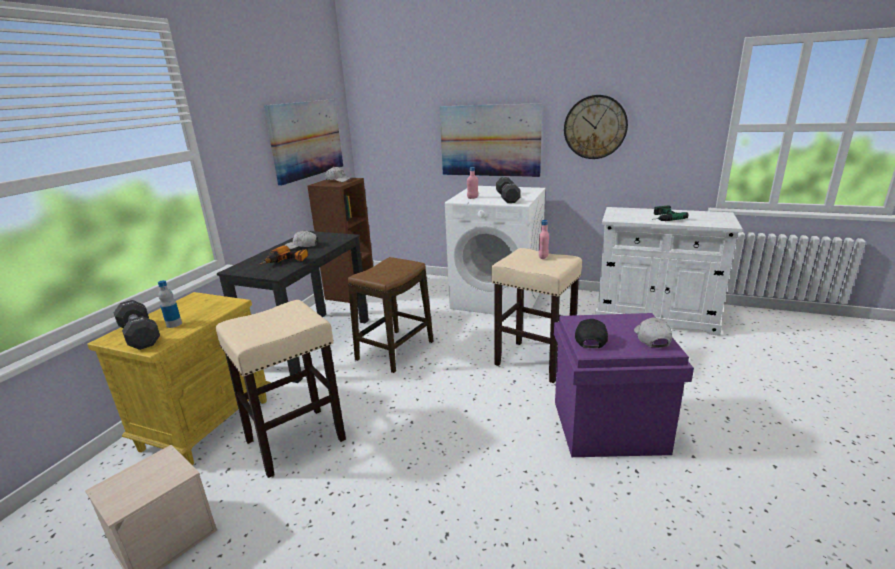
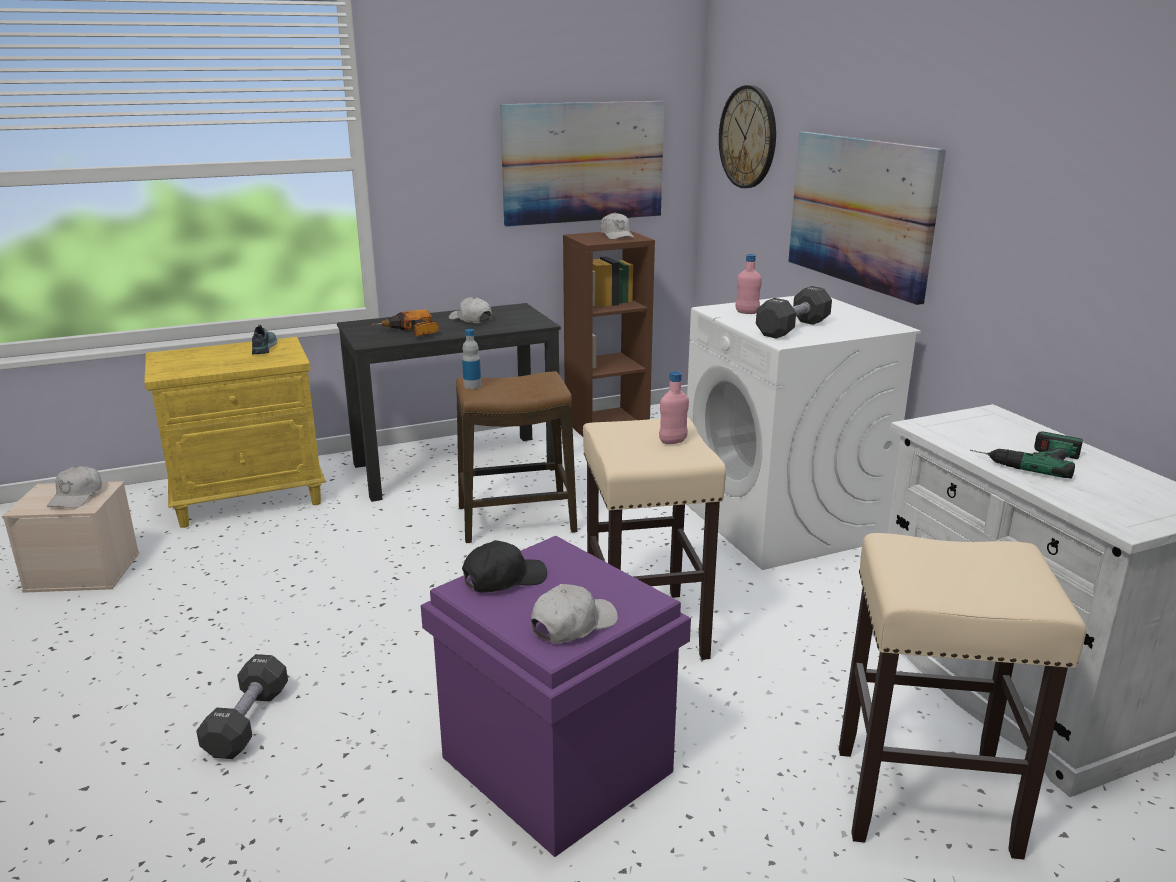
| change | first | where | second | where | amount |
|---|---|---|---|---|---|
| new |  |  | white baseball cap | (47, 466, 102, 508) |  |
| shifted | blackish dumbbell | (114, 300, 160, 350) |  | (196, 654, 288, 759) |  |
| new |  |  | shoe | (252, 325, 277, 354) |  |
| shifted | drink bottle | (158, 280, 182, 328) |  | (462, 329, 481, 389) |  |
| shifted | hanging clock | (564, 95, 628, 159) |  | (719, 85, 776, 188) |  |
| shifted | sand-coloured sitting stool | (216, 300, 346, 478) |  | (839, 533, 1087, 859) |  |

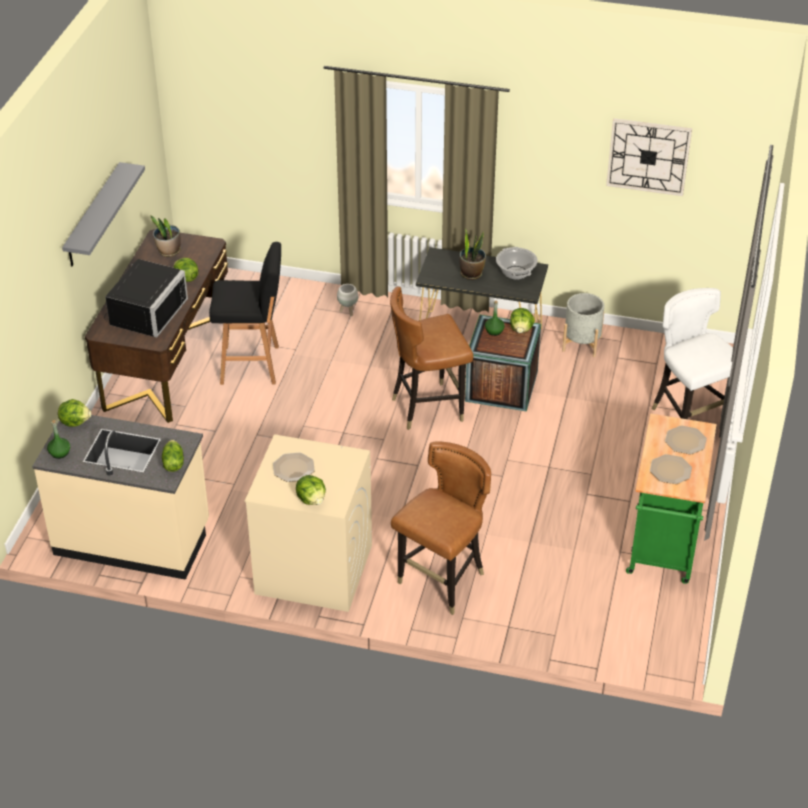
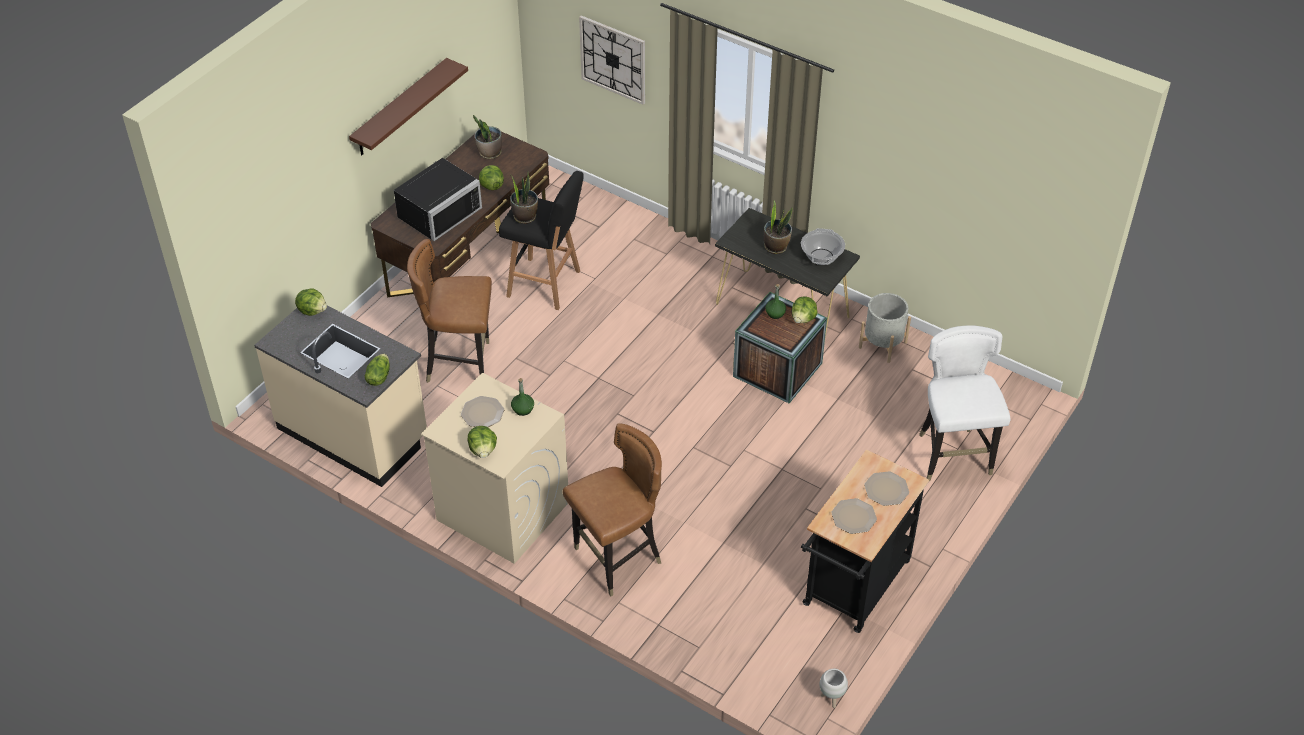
| change | first | where | second | where | amount |
|---|---|---|---|---|---|
| repainted | grey shelf | (62, 162, 145, 266) | brown shelf | (349, 58, 468, 155) |  |
| shifted | brown plain chair | (390, 287, 473, 430) |  | (407, 239, 492, 383) |  |
| new |  |  | potted plant | (510, 172, 538, 224) |  |
| shifted | greenish drink bottle | (47, 420, 70, 459) |  | (511, 378, 534, 416) |  |
| shifted | hanging clock | (606, 118, 692, 196) |  | (579, 16, 645, 105) |  |
| repainted | greenish cart | (626, 414, 717, 584) | blackish cart | (801, 449, 929, 633) |  |
| shifted | white planter | (337, 284, 358, 316) |  | (820, 669, 848, 708) |  |

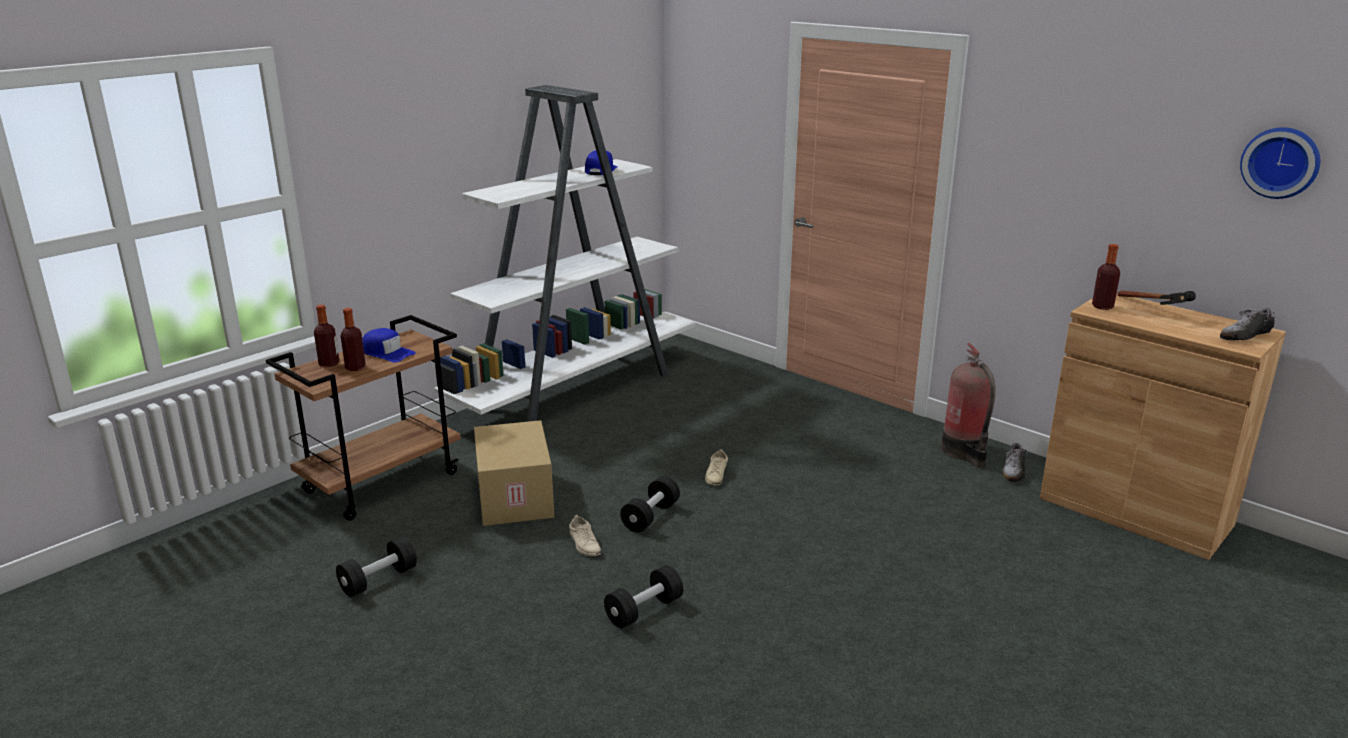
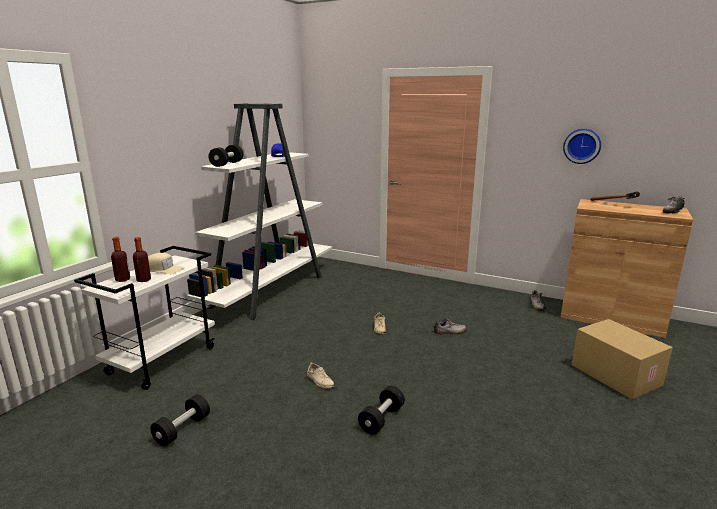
| change | first | where | second | where | amount |
|---|---|---|---|---|---|
| repainted | brown cart | (266, 315, 461, 521) | white cart | (74, 246, 215, 390) |  |
| repainted | blue baseball cap | (362, 328, 416, 363) | sand-coloured baseball cap | (148, 253, 184, 274) |  |
| shifted | blackish dumbbell | (620, 476, 680, 532) |  | (209, 145, 243, 167) |  |
| new |  |  | shoe | (433, 318, 467, 334) |  |
| shifted | hanging clock | (1240, 127, 1320, 199) |  | (563, 129, 601, 164) |  |
| shifted | carton | (474, 420, 554, 526) |  | (572, 319, 673, 399) |  |
| gone | fire extinguisher | (941, 343, 996, 468) |  |  |  |
| gone | drink bottle | (1092, 244, 1120, 310) |  |  |  |

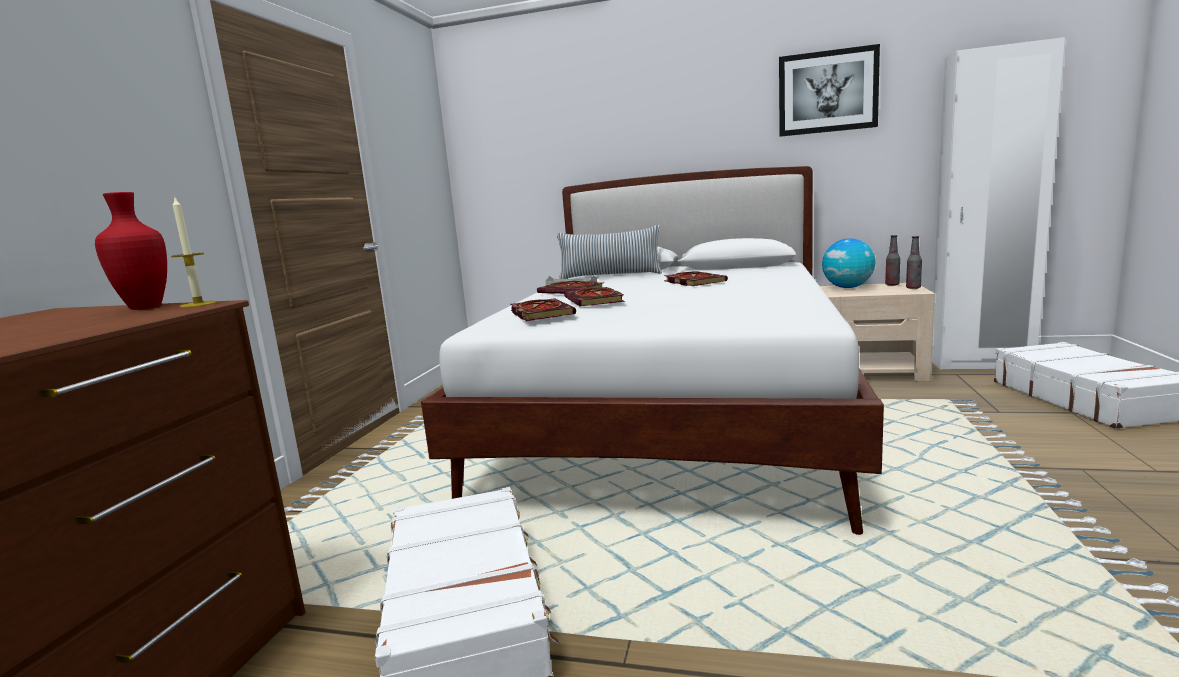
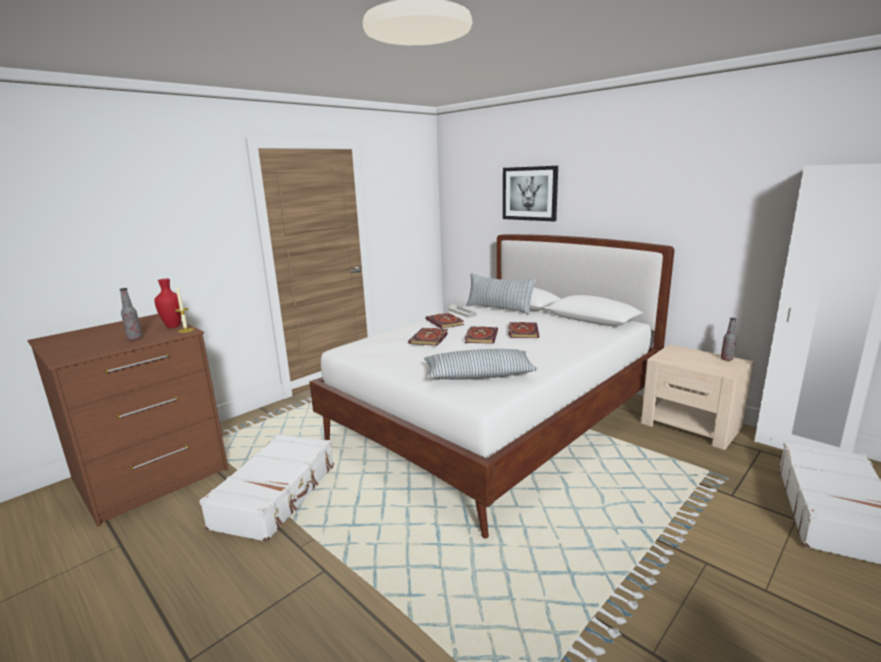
| change | first | where | second | where | amount |
|---|---|---|---|---|---|
| shifted | drink bottle | (906, 236, 922, 289) |  | (119, 288, 143, 341) |  |
| new |  |  | pillow | (424, 349, 538, 380) |  |
| shifted | bound book | (510, 298, 576, 321) |  | (465, 326, 498, 344) |  |
| shifted | wall picture | (779, 44, 880, 137) |  | (503, 166, 558, 221) |  |
| gone | globe | (822, 238, 876, 288) |  |  |  |

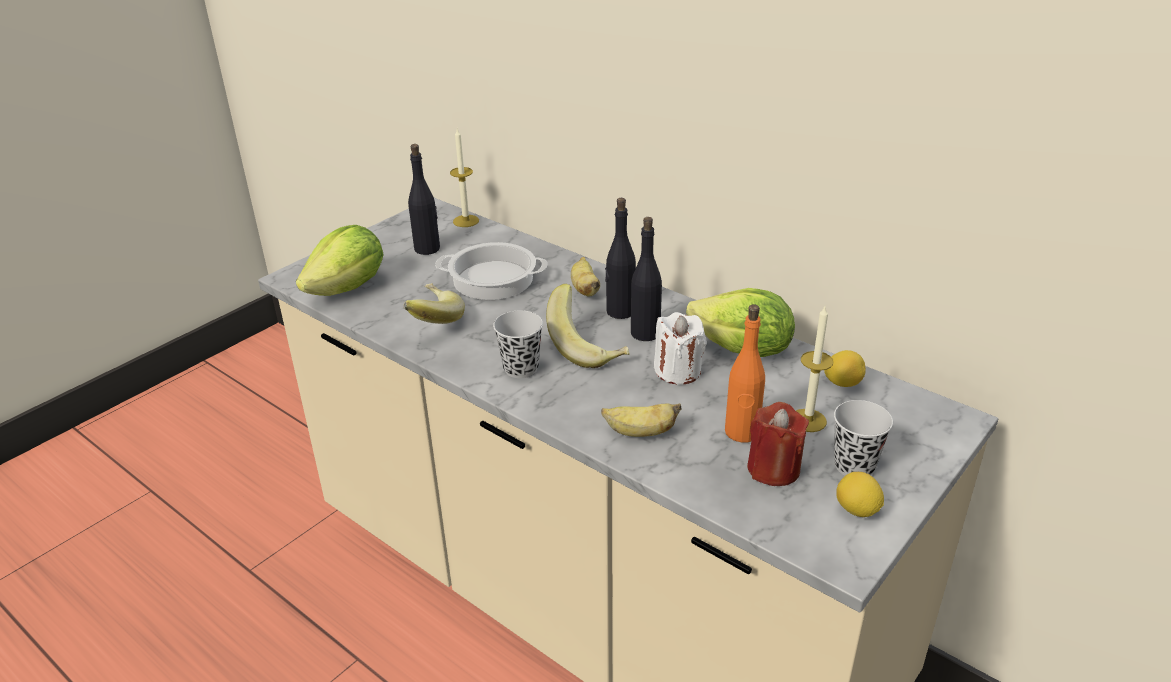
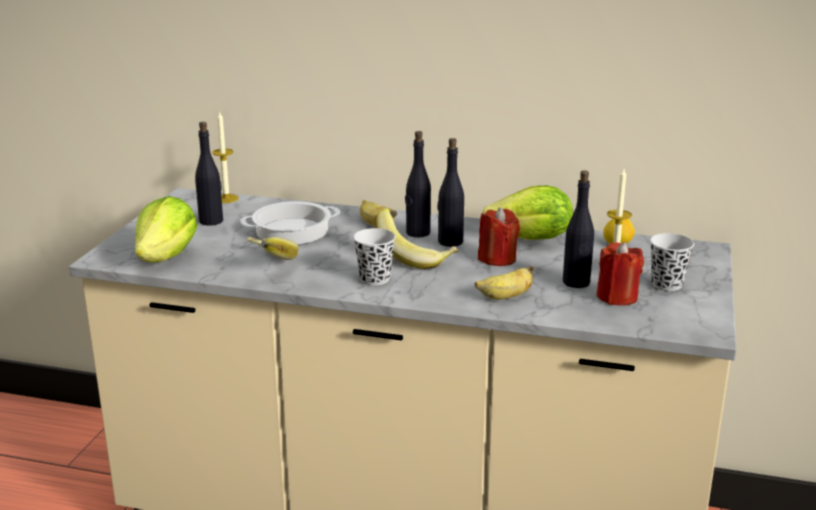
| change | first | where | second | where | amount |
|---|---|---|---|---|---|
| repainted | white wax light | (654, 312, 707, 385) | red wax light | (478, 208, 520, 266) |  |
| repainted | orange drink bottle | (725, 304, 765, 442) | blackish drink bottle | (563, 170, 594, 288) |  |
| gone | citrus fruit | (836, 472, 884, 517) |  |  |  |

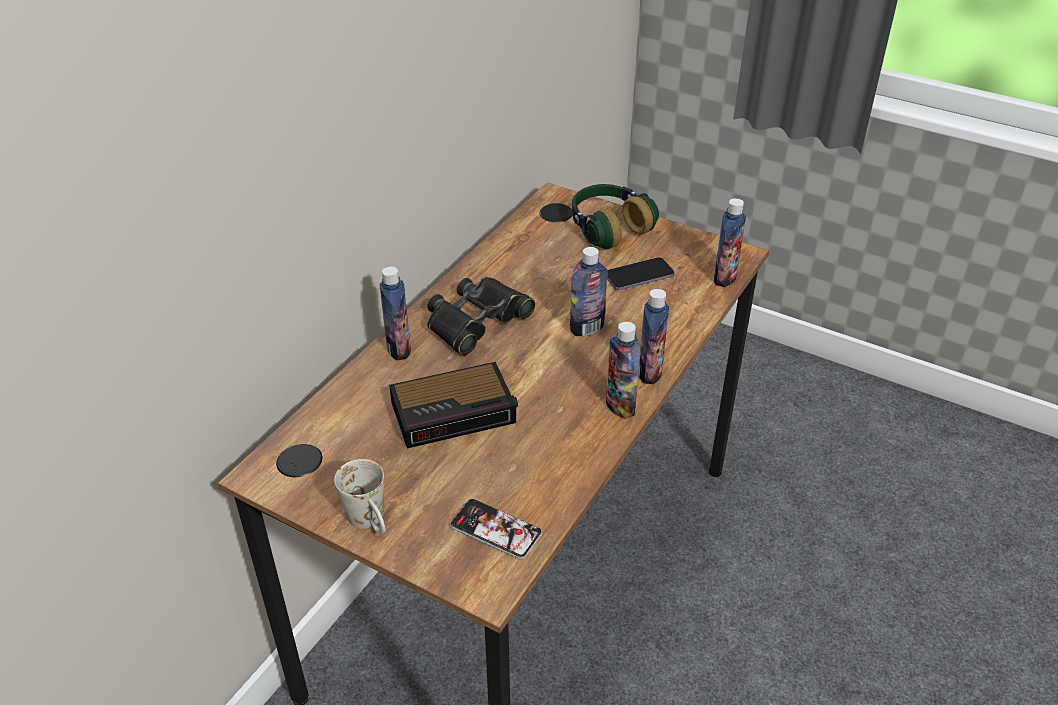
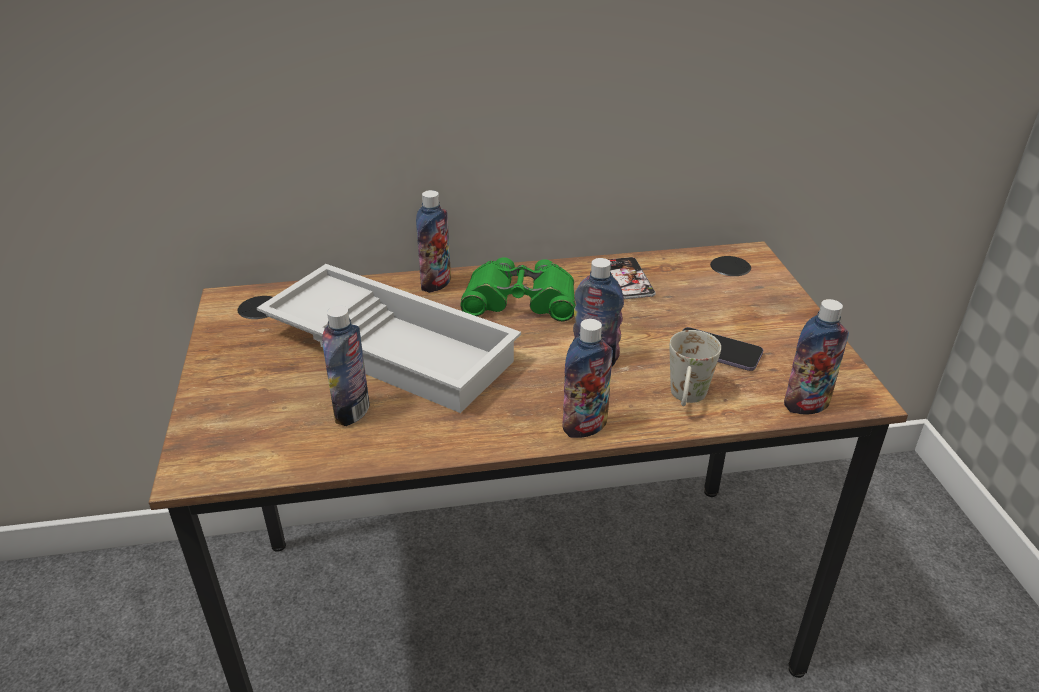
| change | first | where | second | where | amount |
|---|---|---|---|---|---|
| swapped | alarm clock | (389, 362, 518, 448) | white serving tray | (257, 264, 521, 413) |  |
| shifted | drink bottle | (606, 322, 641, 419) |  | (322, 305, 370, 426) |  |
| repainted | blackish field glasses | (427, 277, 535, 356) | greenish field glasses | (460, 257, 576, 322) |  |
| shifted | handset | (450, 499, 542, 559) |  | (608, 257, 656, 299) |  |
| shifted | white tea mug | (334, 459, 385, 534) |  | (669, 330, 721, 406) |  |
| gone | pair of headphones | (572, 184, 659, 249) |  |  |  |

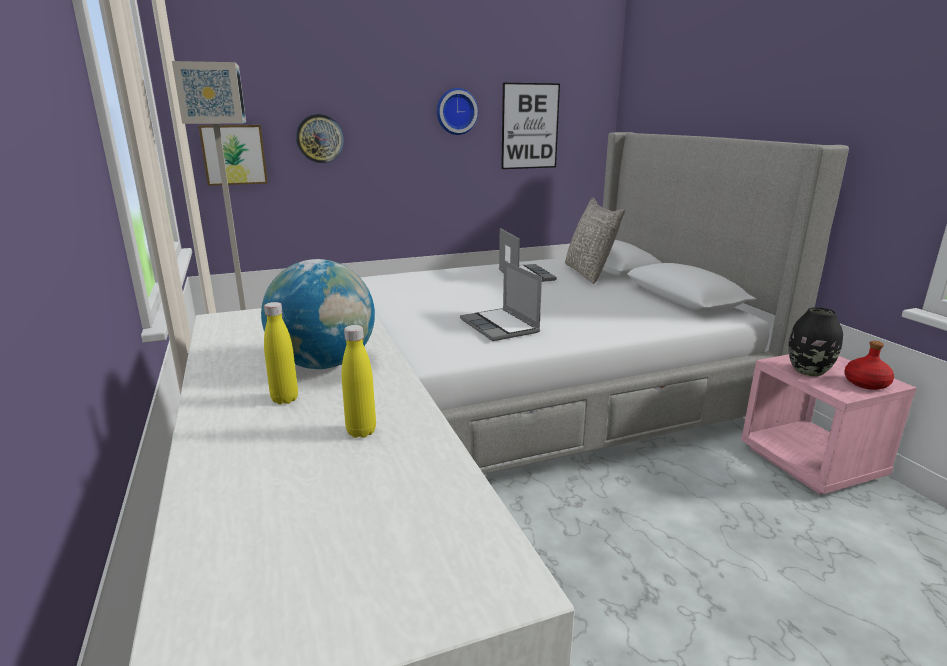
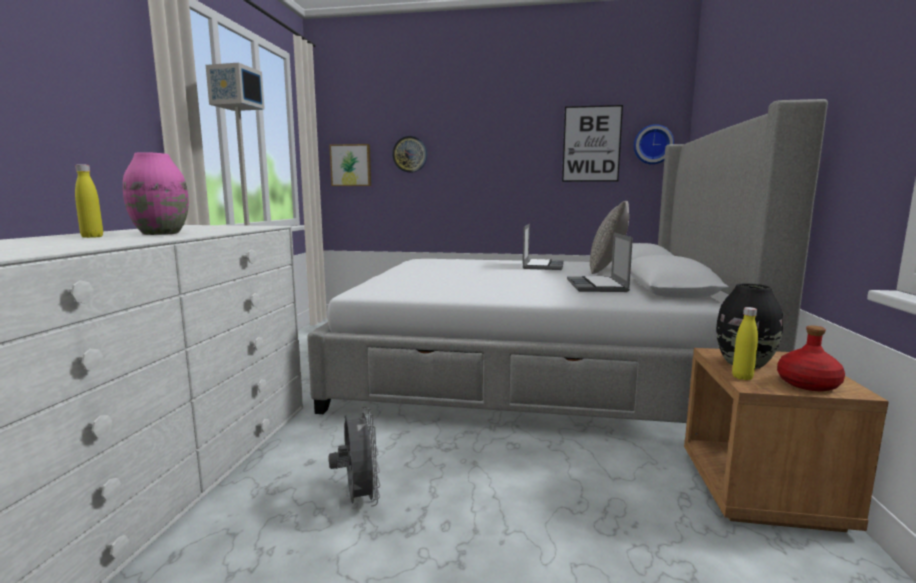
| change | first | where | second | where | amount |
|---|---|---|---|---|---|
| swapped | globe | (261, 259, 375, 369) | pinkish vase | (123, 152, 189, 235) |  |
| new |  |  | grey electric fan | (329, 407, 380, 507) |  |
| shifted | laptop | (460, 261, 542, 341) |  | (567, 232, 633, 292) |  |
| shifted | hanging clock | (437, 88, 478, 135) |  | (634, 124, 674, 164) |  |
| repainted | pinkish nightstand | (741, 354, 917, 495) | brown nightstand | (684, 348, 889, 532) |  |
| shifted | yellow-coloured drink bottle | (342, 325, 376, 438) |  | (732, 307, 758, 380) |  |

